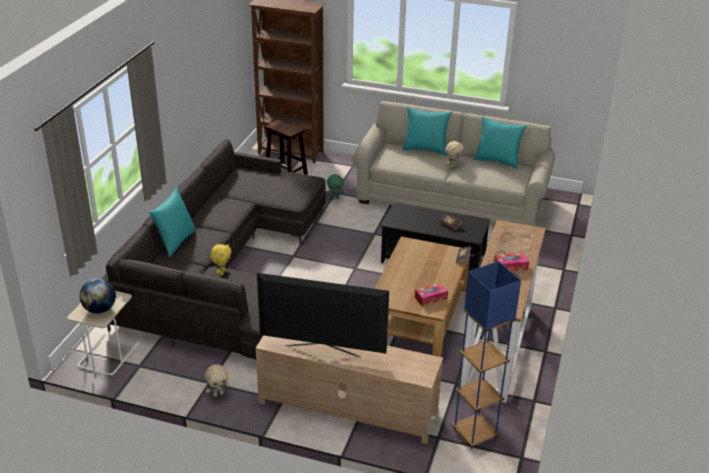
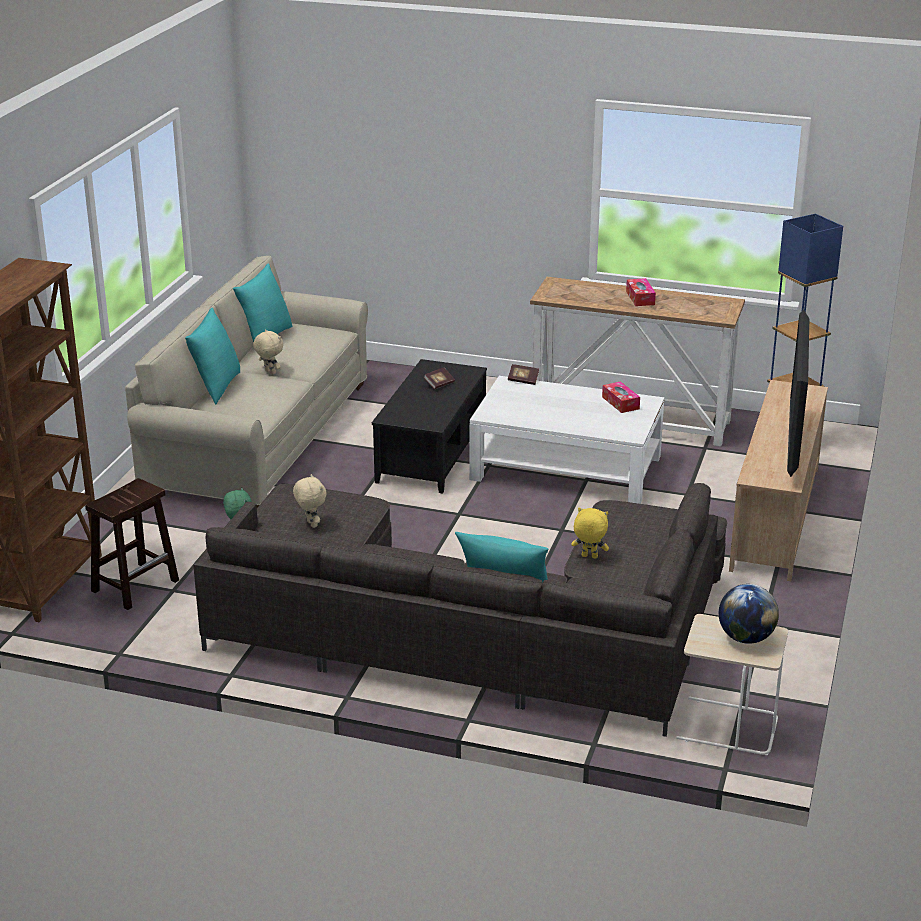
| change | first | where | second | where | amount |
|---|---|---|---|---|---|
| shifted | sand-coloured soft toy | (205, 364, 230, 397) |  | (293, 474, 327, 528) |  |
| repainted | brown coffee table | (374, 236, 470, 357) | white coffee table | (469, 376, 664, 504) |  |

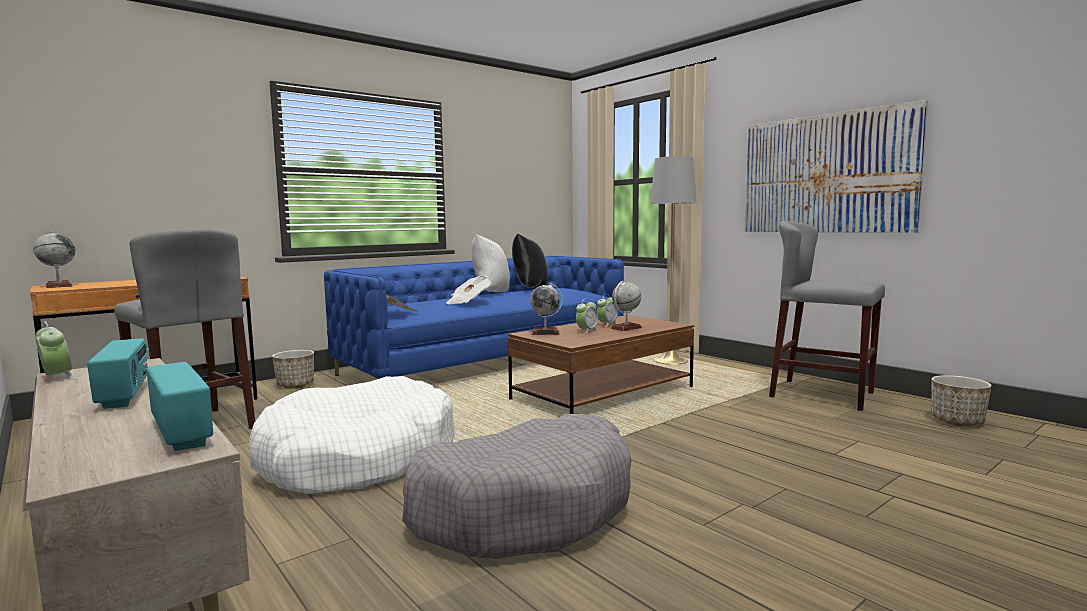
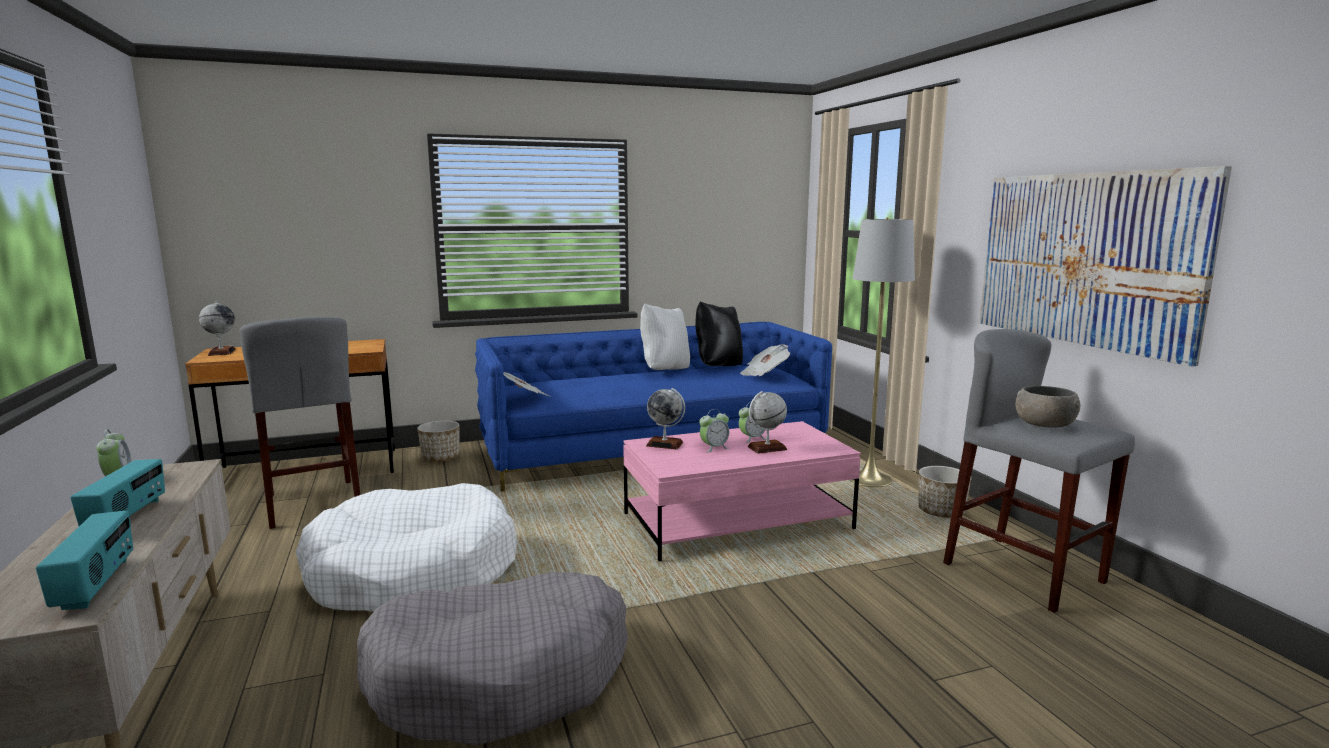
| change | first | where | second | where | amount |
|---|---|---|---|---|---|
| repainted | brown coffee table | (508, 315, 694, 414) | pinkish coffee table | (623, 421, 861, 561) |  |
| shifted | printed paper | (446, 275, 491, 304) |  | (740, 344, 790, 376) |  |
| shifted | planter | (932, 375, 992, 426) |  | (918, 466, 971, 518) |  |
| new |  |  | grey deep dish | (1015, 386, 1080, 428) |  |

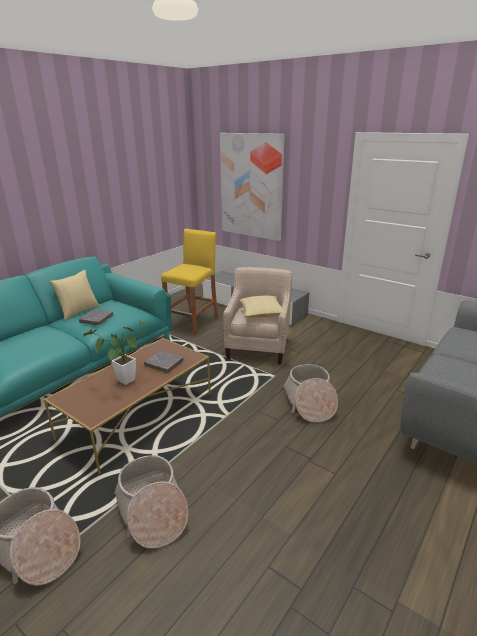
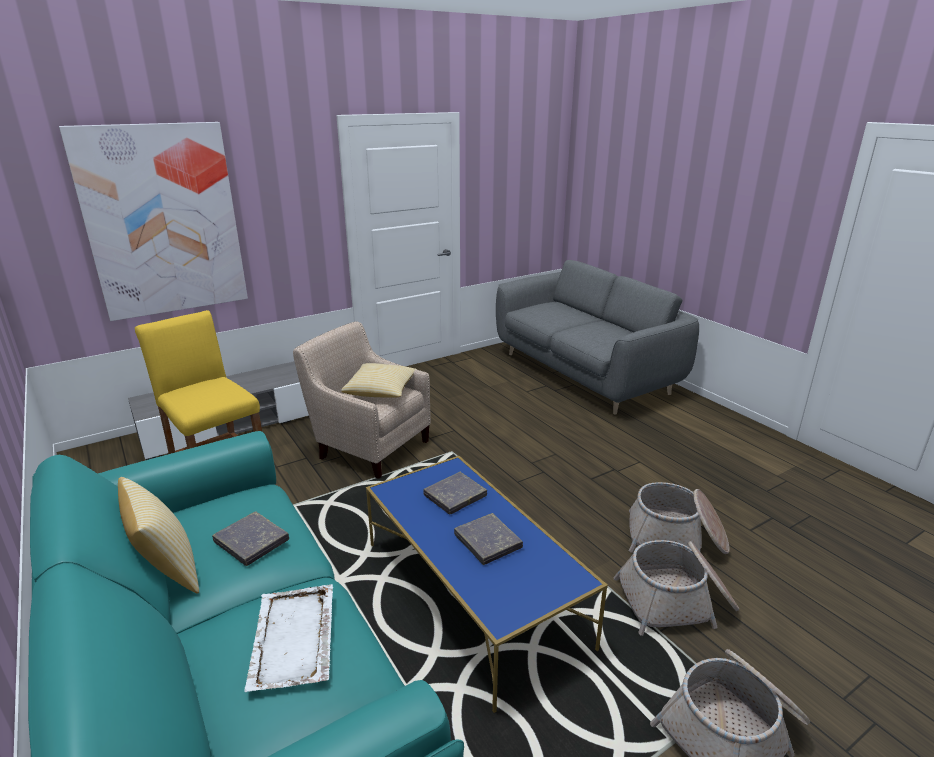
| change | first | where | second | where | amount |
|---|---|---|---|---|---|
| new |  |  | white serving tray | (244, 584, 333, 692) |  |
| repainted | brown coffee table | (44, 338, 211, 474) | blue coffee table | (366, 456, 608, 713) |  |
| swapped | potted plant | (83, 321, 147, 385) | grey bound book | (454, 513, 523, 565) |  |
| shifted | storage basket | (283, 364, 338, 423) |  | (629, 482, 730, 554) |  |

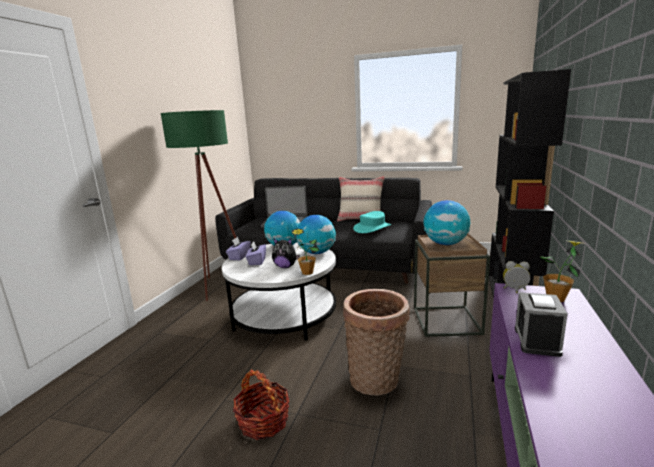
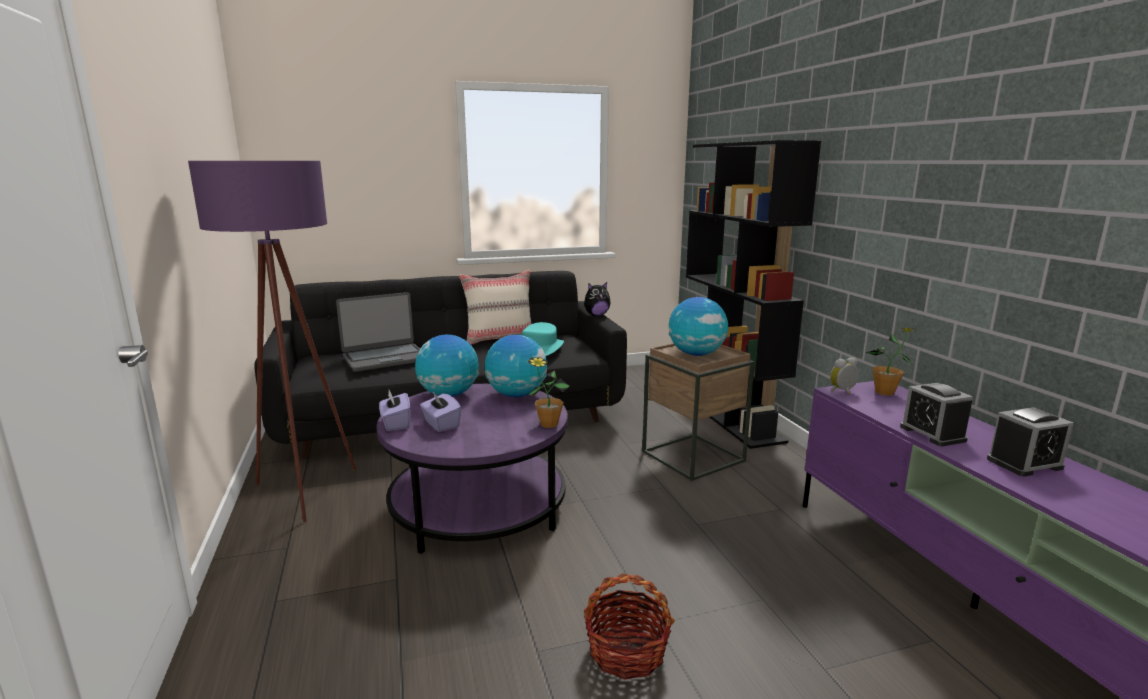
| change | first | where | second | where | amount |
|---|---|---|---|---|---|
| repainted | greenish standing lamp | (161, 110, 236, 301) | purple standing lamp | (188, 161, 357, 522) |  |
| repainted | white coffee table | (222, 242, 336, 341) | purple coffee table | (377, 384, 568, 554) |  |
| shifted | soft toy | (272, 239, 300, 268) |  | (584, 282, 611, 316) |  |
| new |  |  | alarm clock | (987, 407, 1074, 477) |  |
| gone | storage basket | (343, 289, 410, 396) |  |  |  |

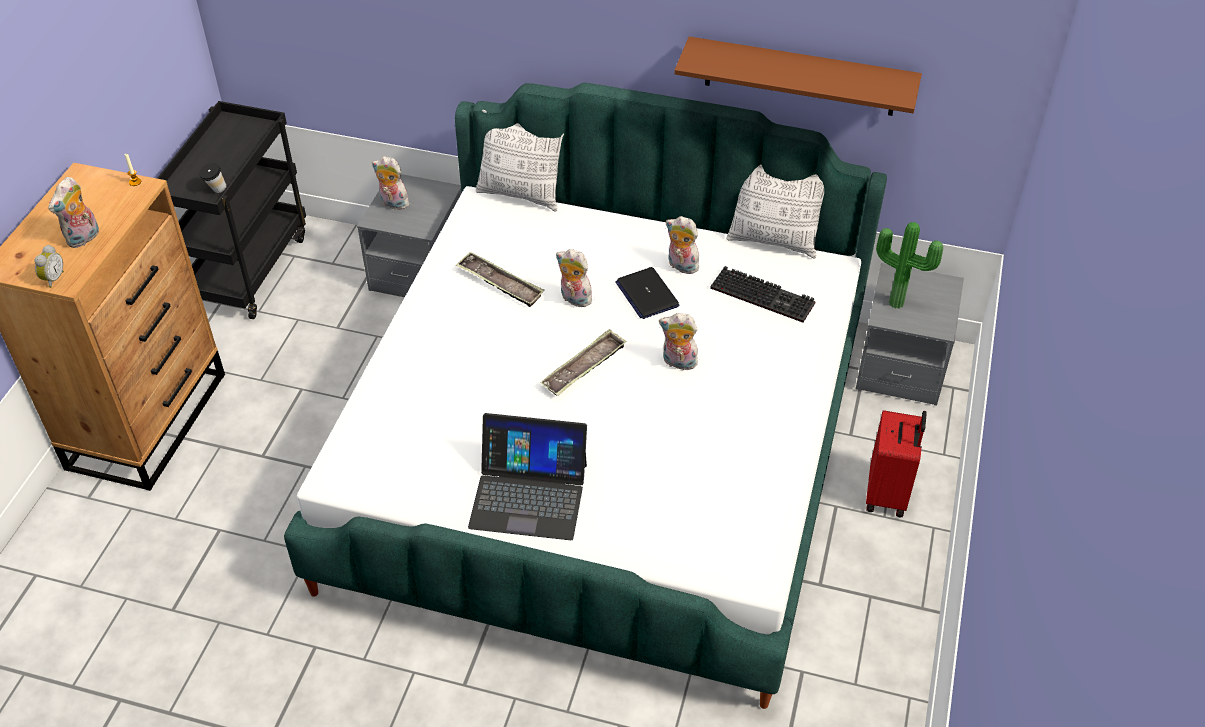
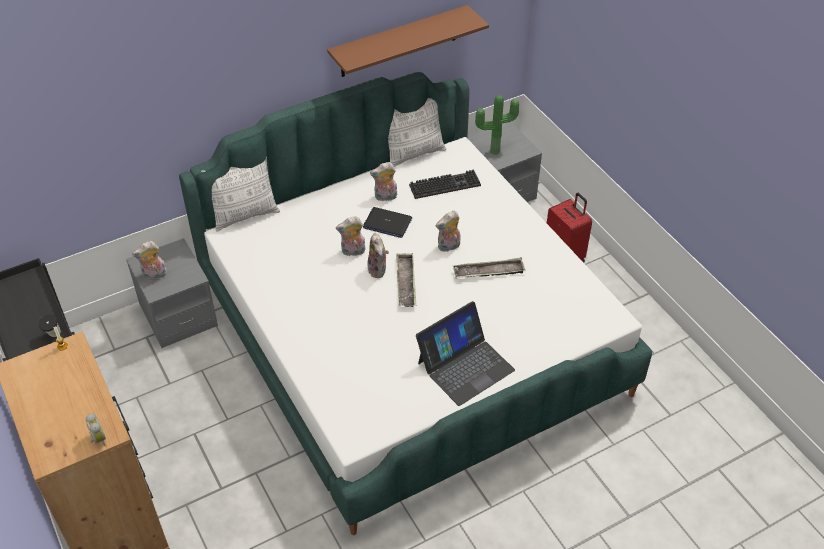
| change | first | where | second | where | amount |
|---|---|---|---|---|---|
| shifted | soft toy | (48, 177, 99, 248) |  | (367, 233, 389, 278) |  |
| shifted | serving tray | (456, 252, 545, 307) |  | (453, 257, 525, 279) |  |

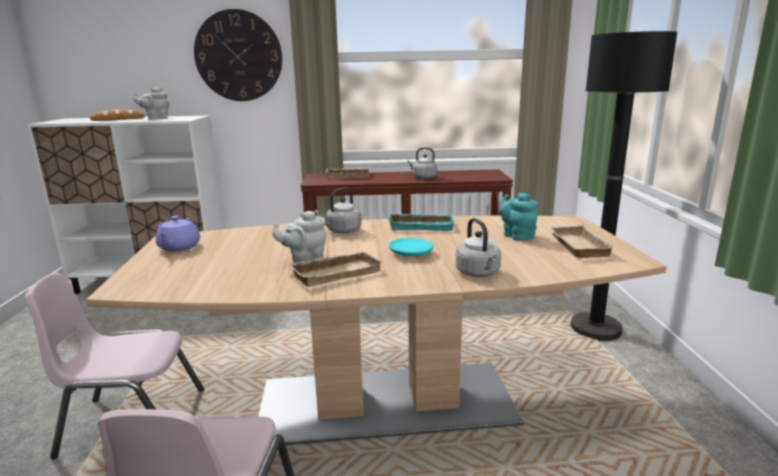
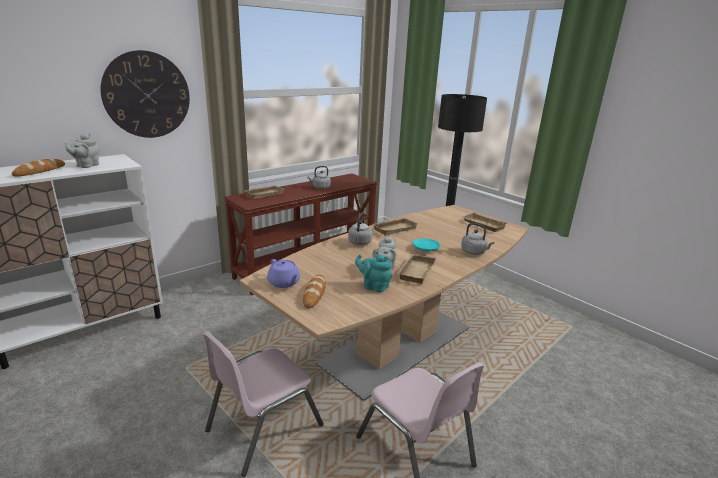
| change | first | where | second | where | amount |
|---|---|---|---|---|---|
| new |  |  | baked bread | (303, 275, 326, 308) |  |
| shifted | turquoise teapot | (500, 192, 537, 241) |  | (355, 254, 392, 293) |  |
| repainted | turquoise serving tray | (388, 213, 455, 231) | sand-coloured serving tray | (372, 218, 418, 235) |  |

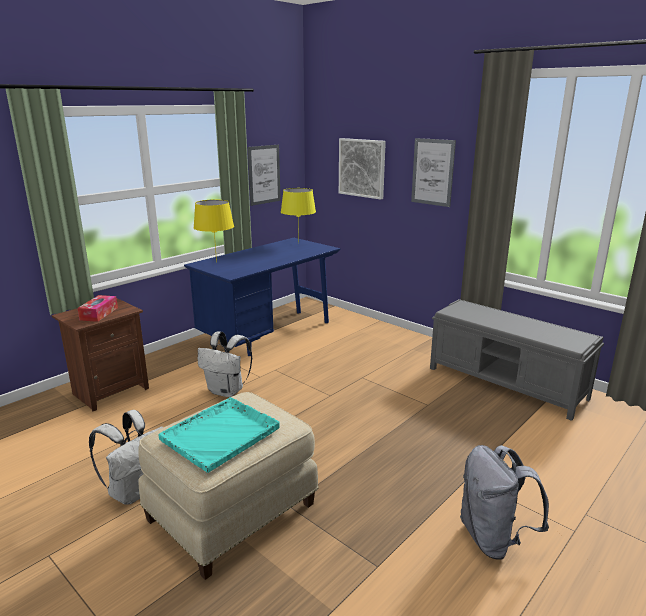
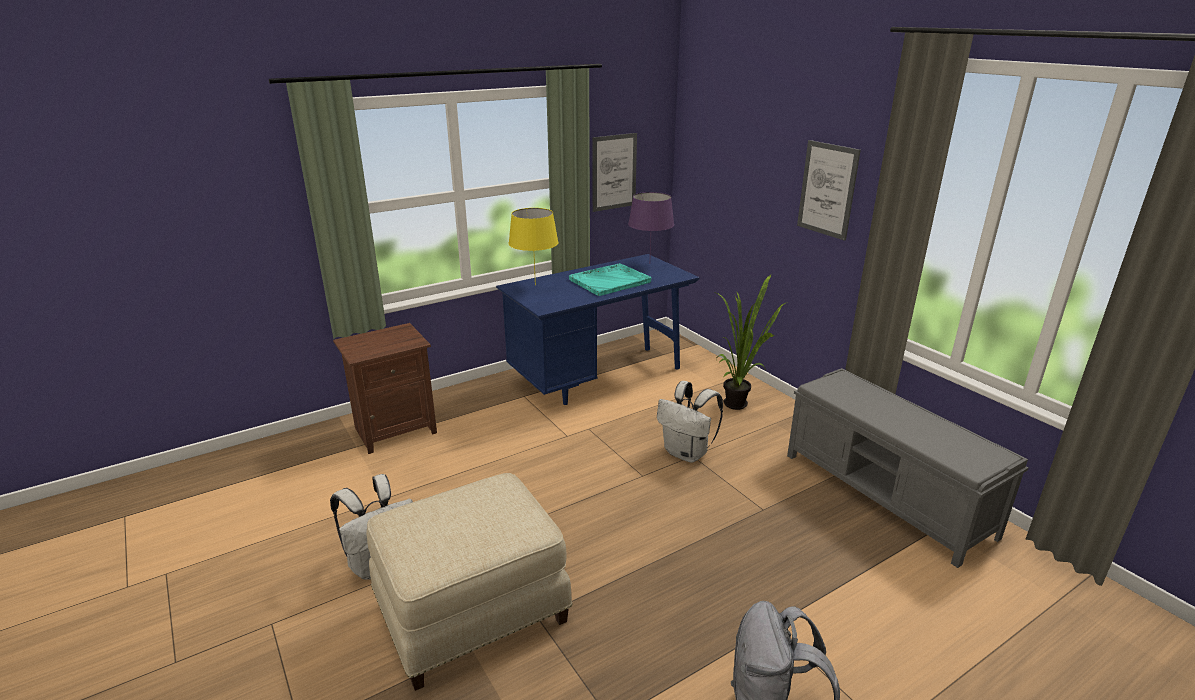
| change | first | where | second | where | amount |
|---|---|---|---|---|---|
| shifted | turquoise serving tray | (159, 397, 280, 473) |  | (569, 263, 651, 296) |  |
| repainted | yellow-coloured table lamp | (281, 188, 316, 235) | purple table lamp | (628, 192, 674, 254) |  |
| shifted | white rucksack | (198, 331, 252, 397) |  | (657, 381, 723, 463) |  |
| new |  |  | potted plant | (715, 275, 788, 410) |  |
| gone | tissue holder | (77, 295, 118, 322) |  |  |  |
| gone | wall picture | (339, 138, 386, 200) |  |  |  |

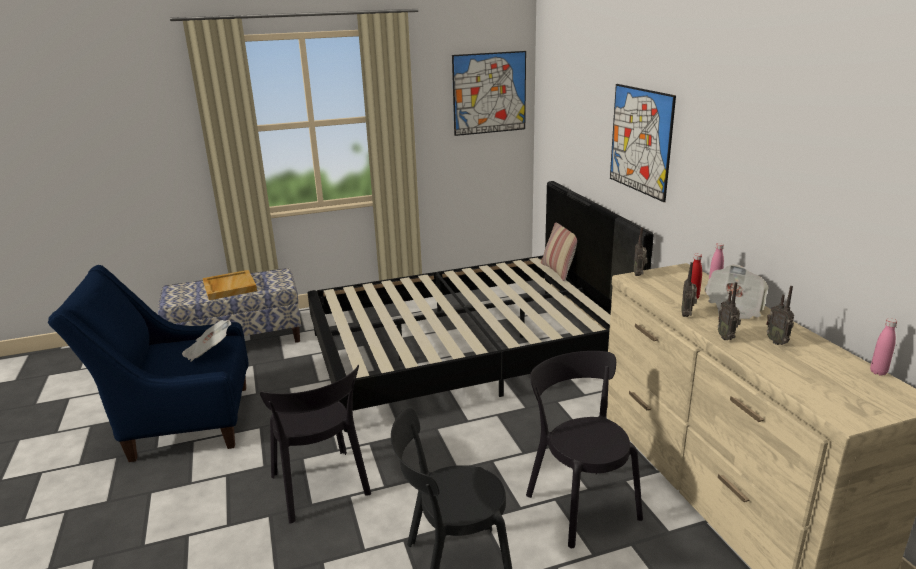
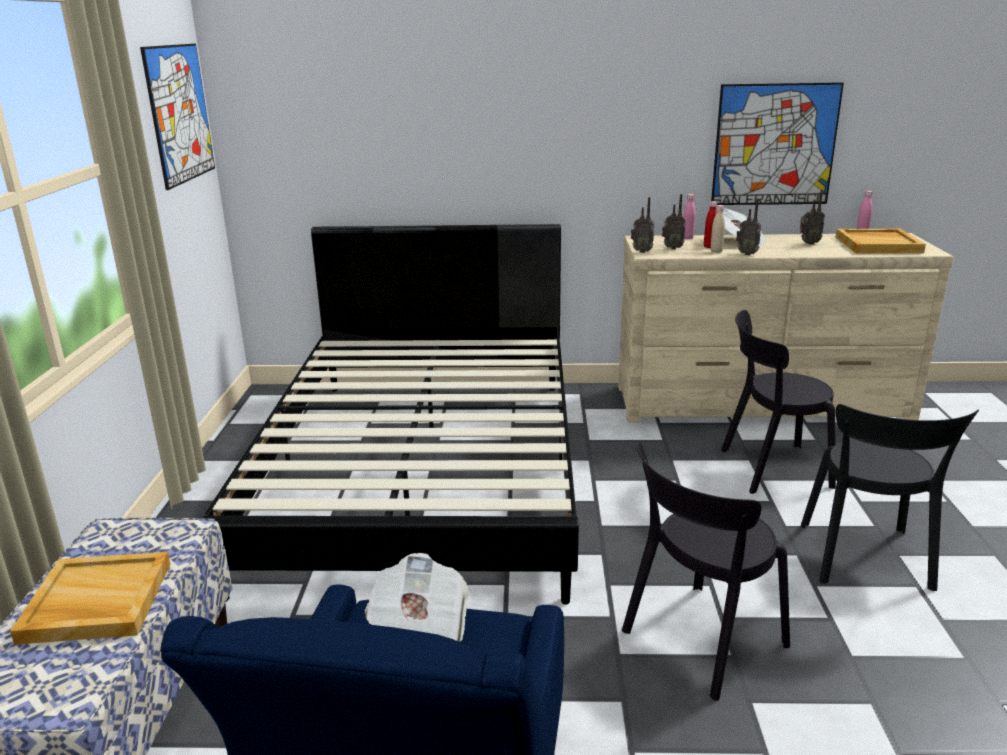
| change | first | where | second | where | amount |
|---|---|---|---|---|---|
| rotated | blackish plain chair | (260, 365, 371, 524) |  | (622, 442, 790, 701) | 150 degrees clockwise |
| shifted | radio | (718, 282, 741, 340) |  | (662, 194, 686, 249) |  |
| new |  |  | sand-coloured drink bottle | (710, 205, 725, 253) |  |
| shifted | wall picture | (610, 84, 676, 202) |  | (711, 82, 844, 205) |  |
| new |  |  | sand-coloured serving tray | (836, 229, 926, 253) |  |
| gone | pillow | (541, 223, 577, 281) |  |  |  |

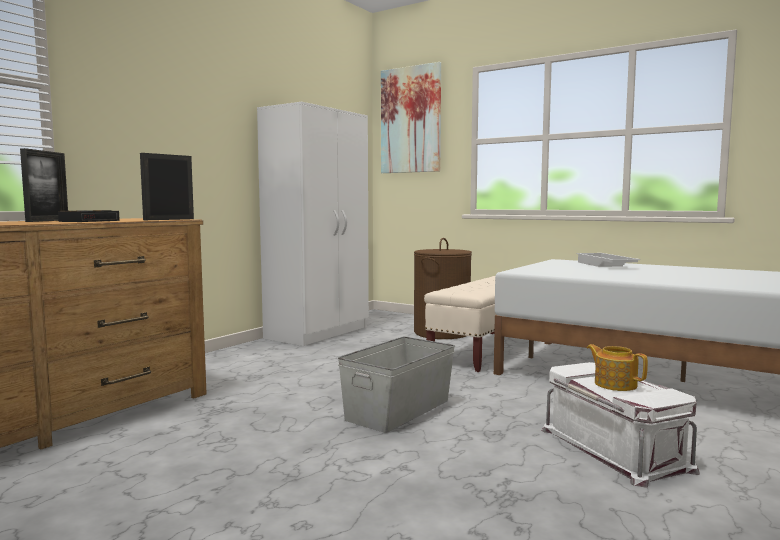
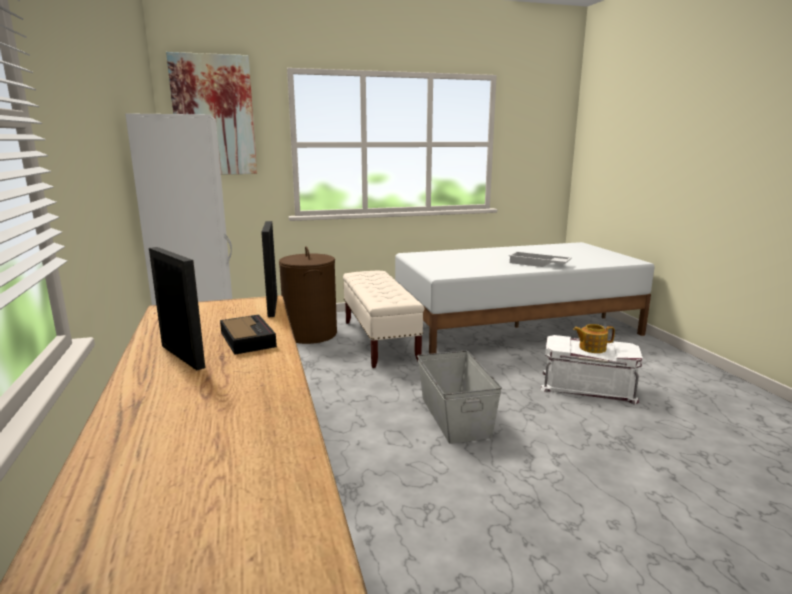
| change | first | where | second | where | amount |
|---|---|---|---|---|---|
| shifted | white serving tray | (576, 253, 640, 267) |  | (509, 251, 572, 267) |  |

